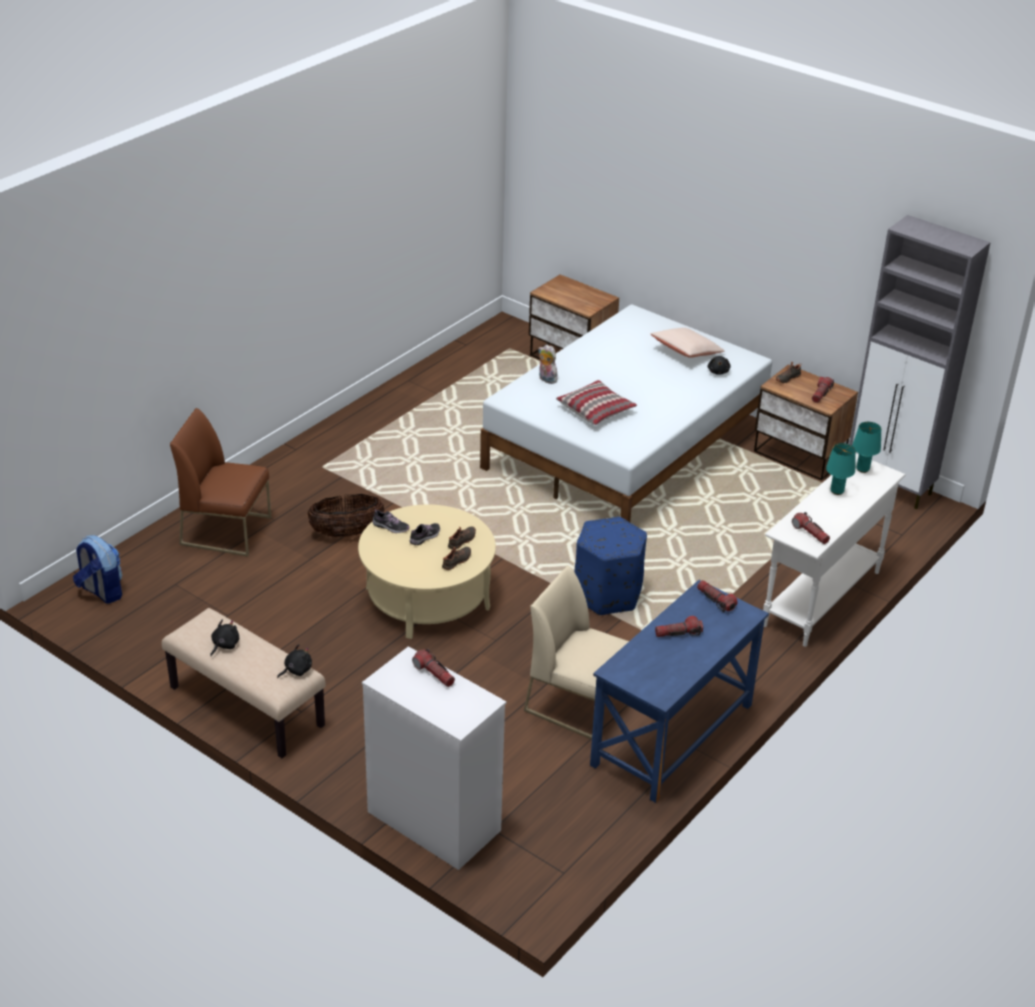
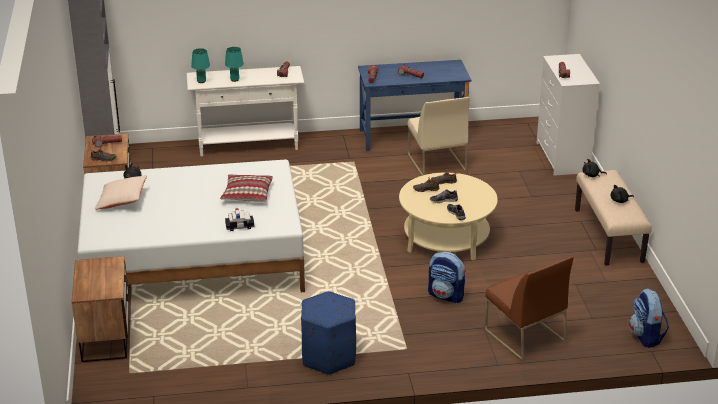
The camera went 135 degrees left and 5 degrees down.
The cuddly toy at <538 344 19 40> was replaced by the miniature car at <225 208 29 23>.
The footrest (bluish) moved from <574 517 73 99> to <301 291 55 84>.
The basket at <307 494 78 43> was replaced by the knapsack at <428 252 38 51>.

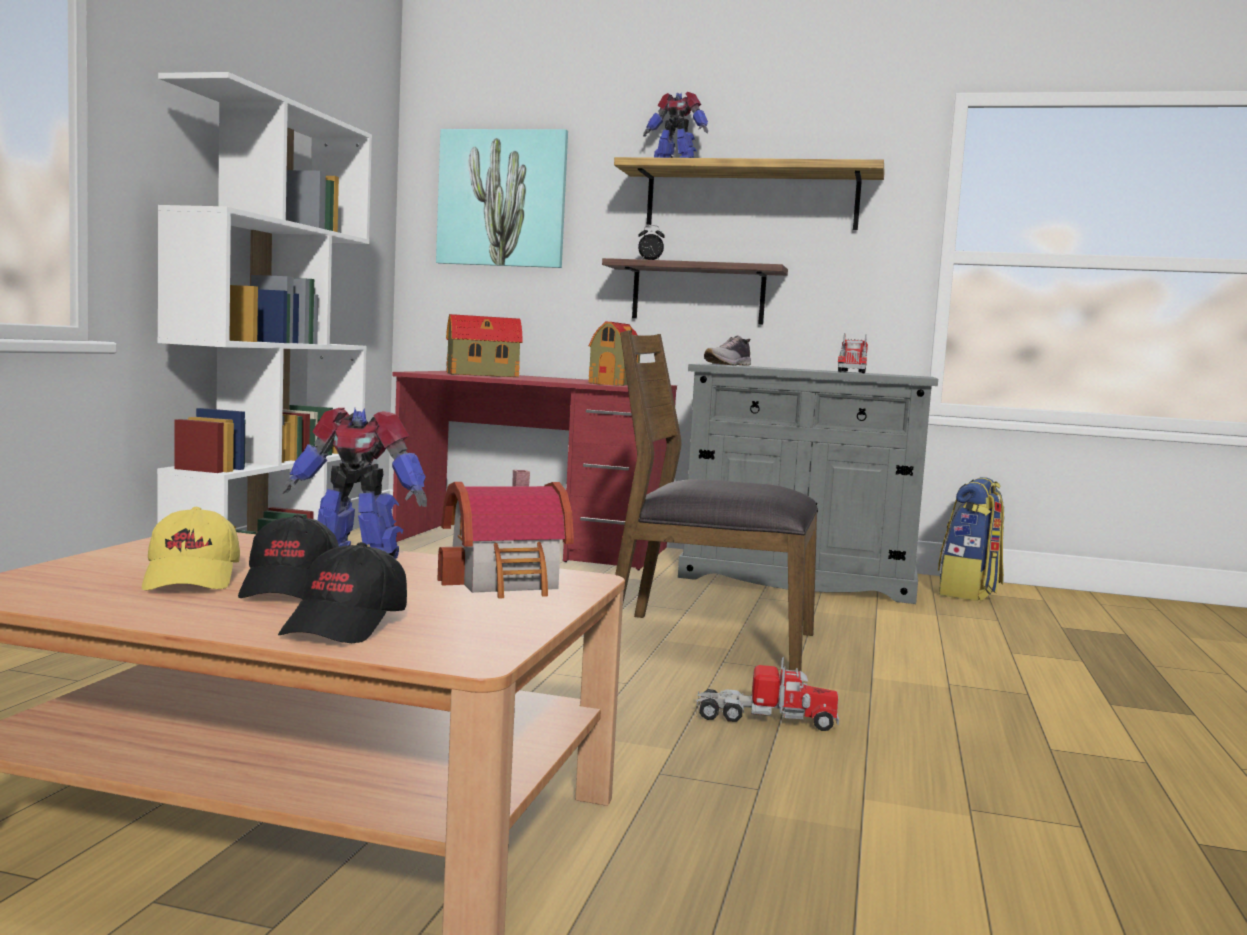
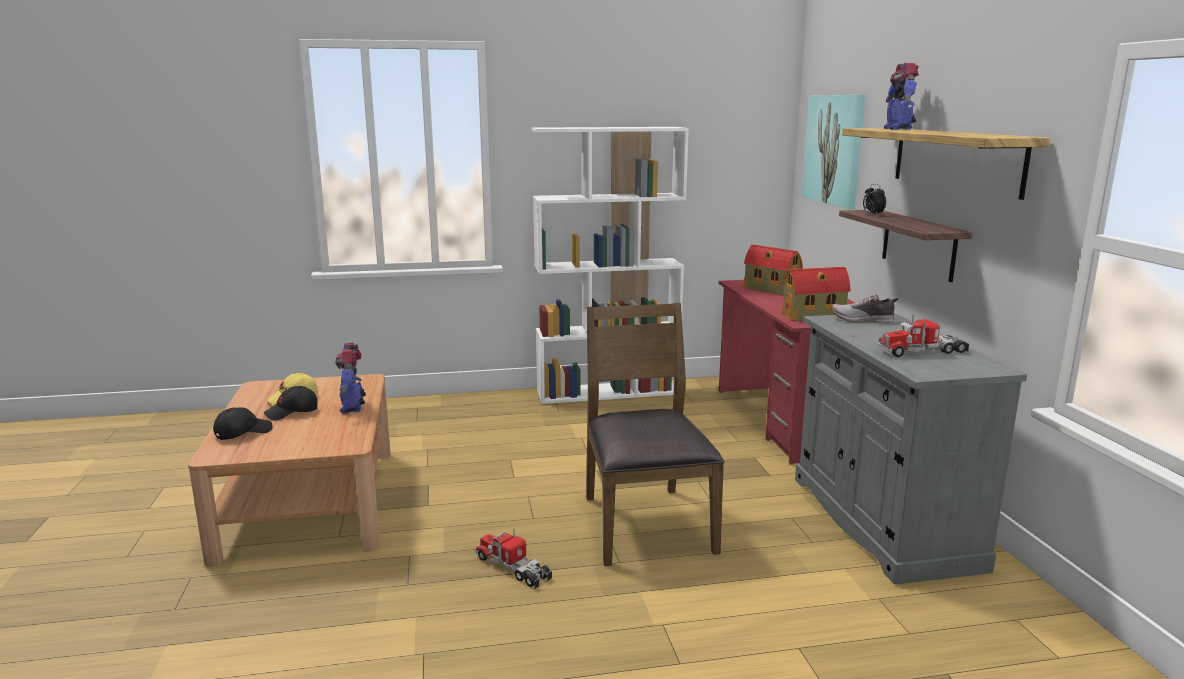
The camera went 65 degrees right and 10 degrees up.
The cap (black) at <278 542 129 101> turned 150 degrees clockwise.
The model truck at <696 657 143 74> turned 150 degrees clockwise.
The toy house at <437 470 137 129> disappeared.
The knapsack at <938 477 66 124> disappeared.

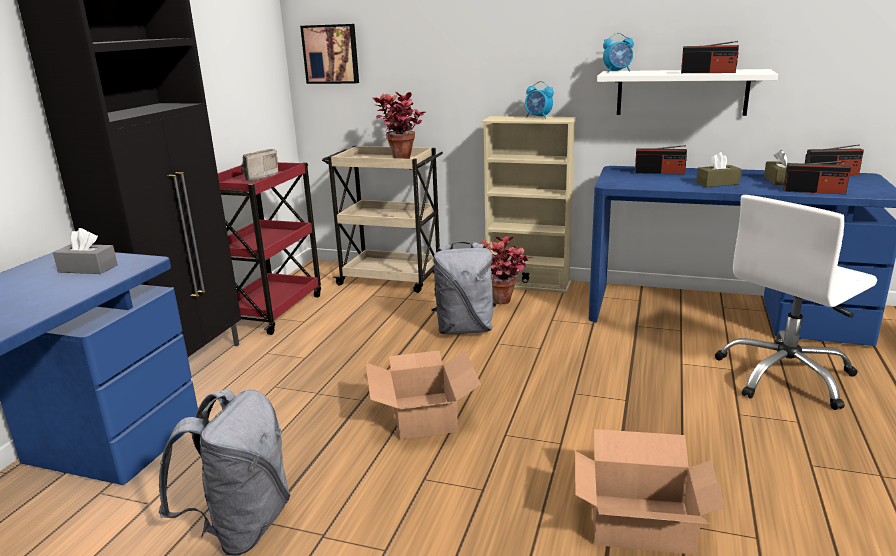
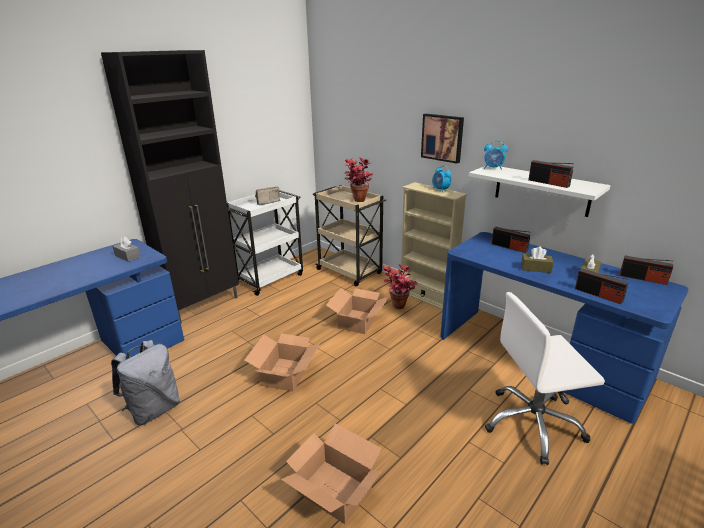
The camera went 25 degrees right and 5 degrees up.
The trolley (red-coloured) at <218 162 103 173> became the trolley (white) at <227 190 76 106>.
The knapsack (greyish) at <432 242 65 92> was replaced by the packing box at <326 288 63 46>.
The wall art moved from <300 24 59 60> to <421 114 43 50>.

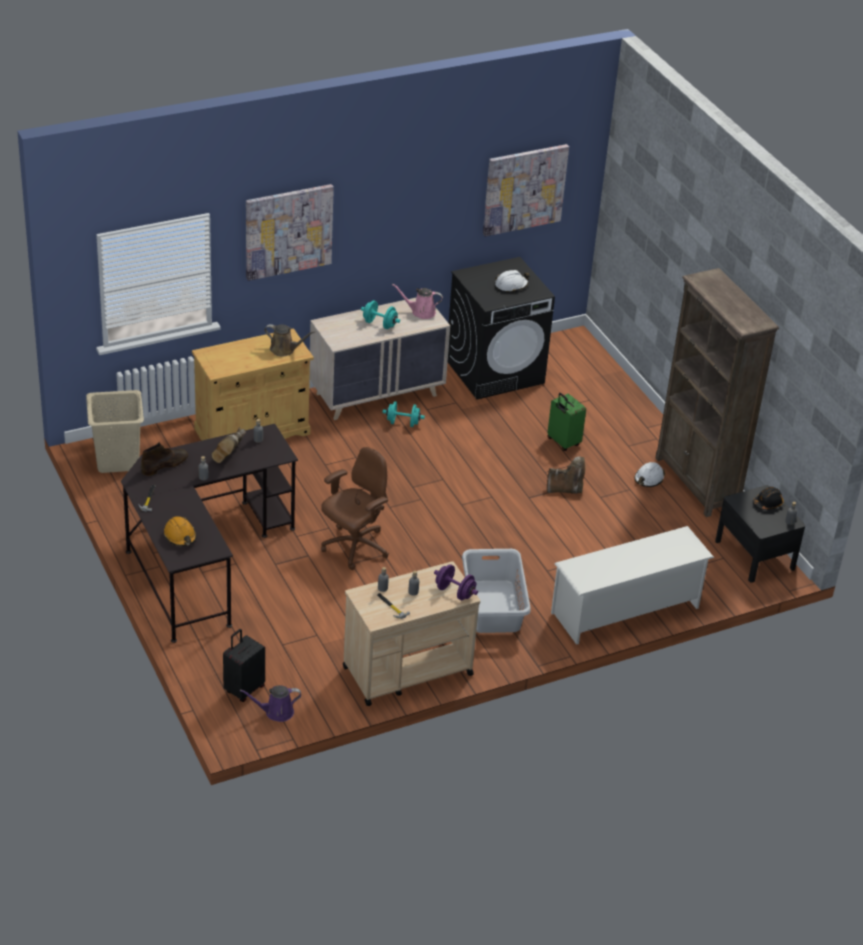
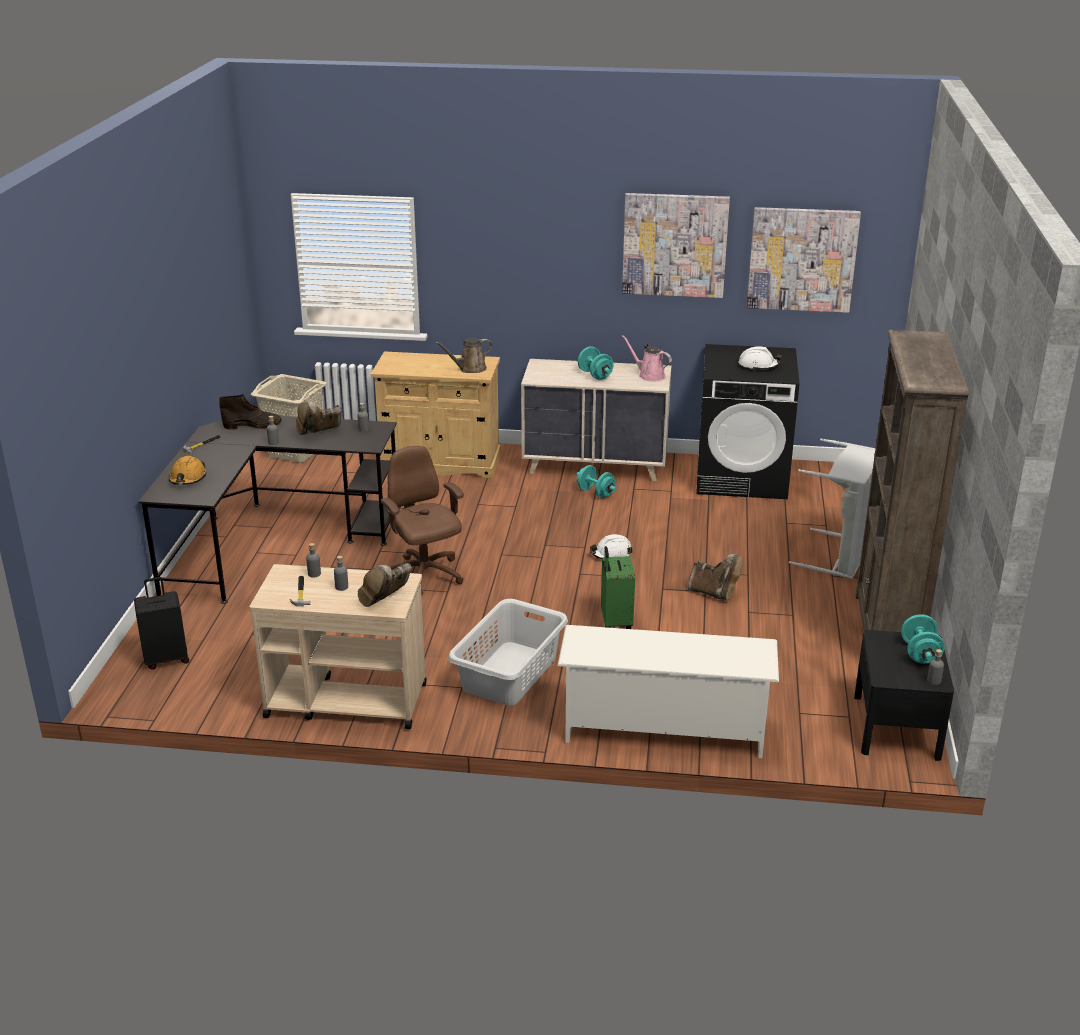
The camera went 35 degrees right and 10 degrees down.
The free weight (purplish) at <434 564 44 36> was replaced by the high-top boot (brownish) at <358 560 54 47>.
The desk chair (brownish) at <321 447 68 123> turned 105 degrees counterclockwise.
The watering can (brownish) at <264 324 51 33> turned 105 degrees clockwise.
The safety helmet (white) moved from <634 462 31 25> to <590 534 43 25>.
The suitcase (greenish) moved from <547 393 39 58> to <601 546 34 83>.
The wall art moved from <246 184 88 97> to <622 193 108 105>.
The washing basket (greyish) at <789 438 86 141> appeared.
The safety helmet (black) at <753 487 31 23> was replaced by the free weight (turquoise) at <901 614 44 50>.
The watering can (purplish) at <240 685 61 37> disappeared.

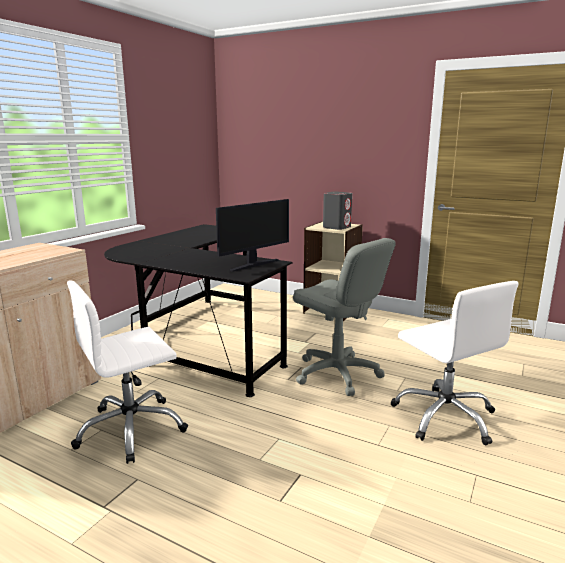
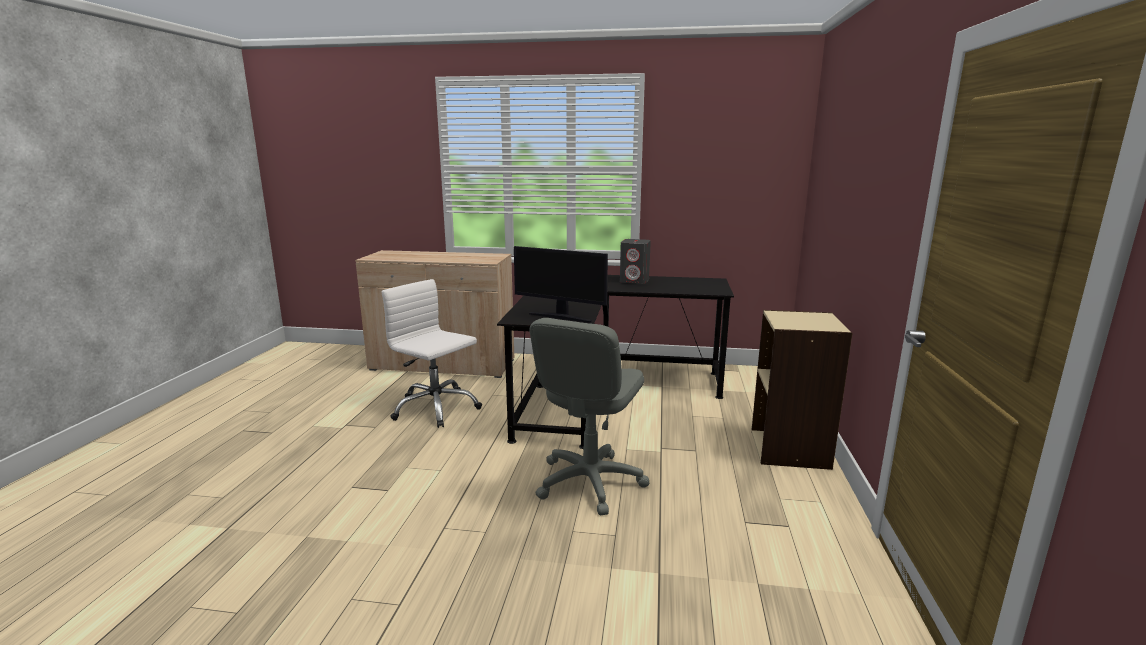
The camera went 70 degrees right and 0 degrees up.
The loudspeaker (greyish) moved from <323 192 29 38> to <620 239 31 45>.
The desk chair (white) at <390 281 128 165> disappeared.

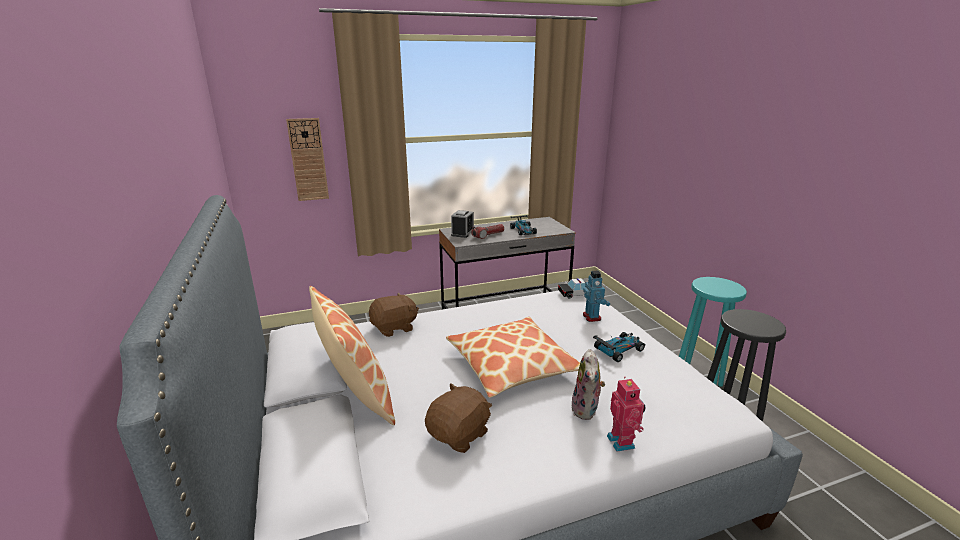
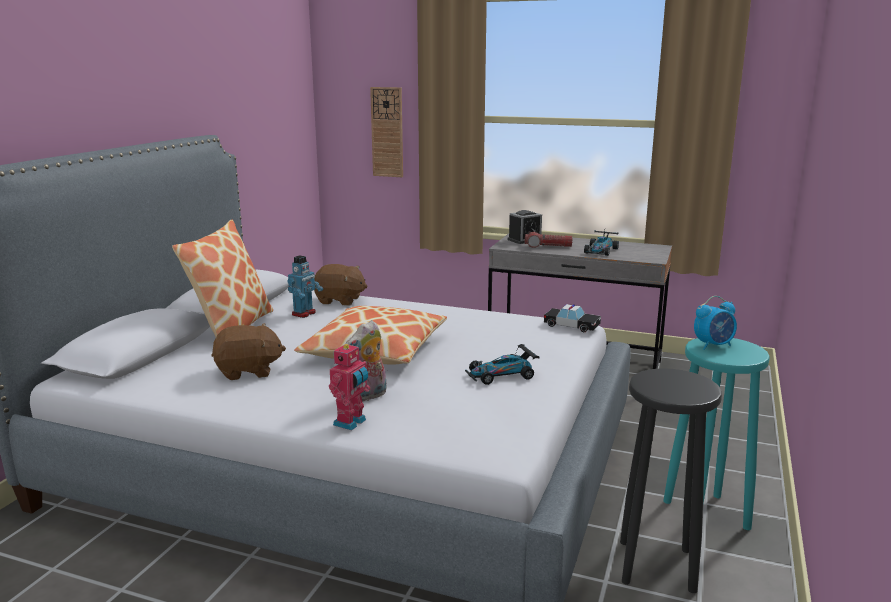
The camera went 40 degrees right and 5 degrees down.
The robot figure moved from <583 271 27 51> to <288 255 35 63>.
The miniature car at <593 332 53 30> turned 150 degrees clockwise.
The table clock at <694 296 43 54> appeared.

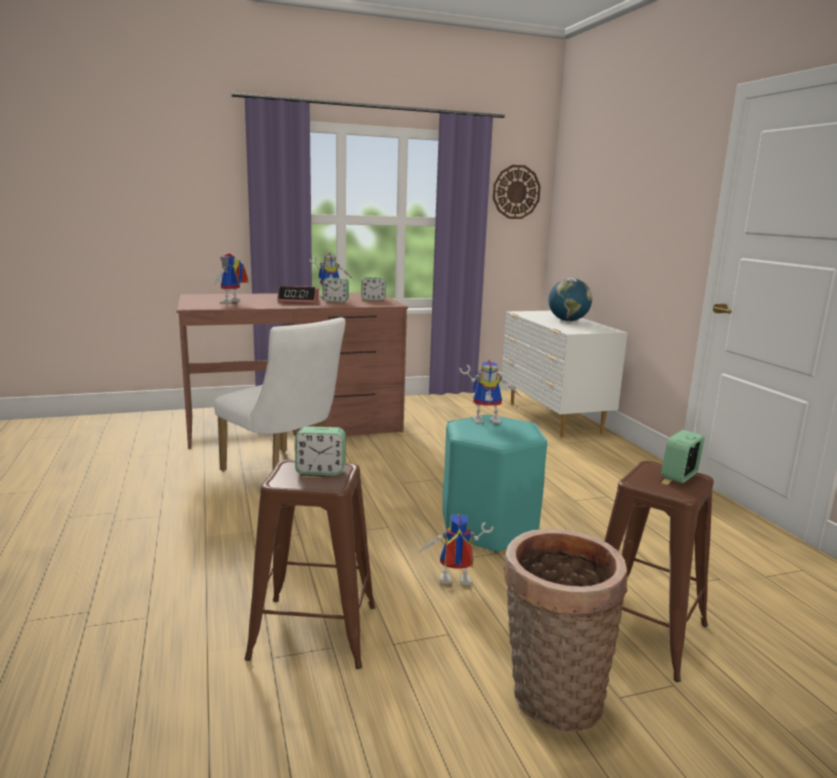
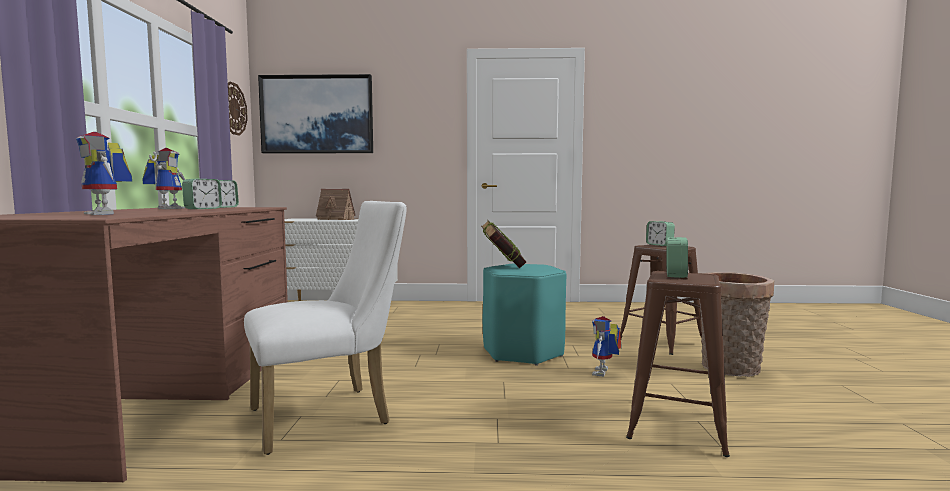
The camera went 70 degrees left and 10 degrees down.
The wall art at <258 74 115 80> appeared.
The desk globe at <548 278 44 43> was replaced by the toy house at <316 189 43 31>.
The robot figure at <460 359 62 65> was replaced by the bound book at <481 220 45 48>.
The table clock at <277 286 42 17> disappeared.

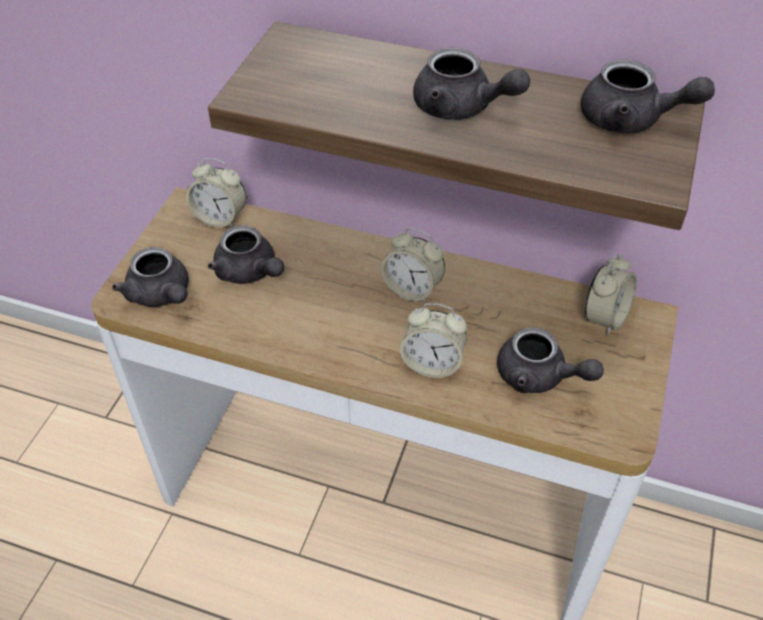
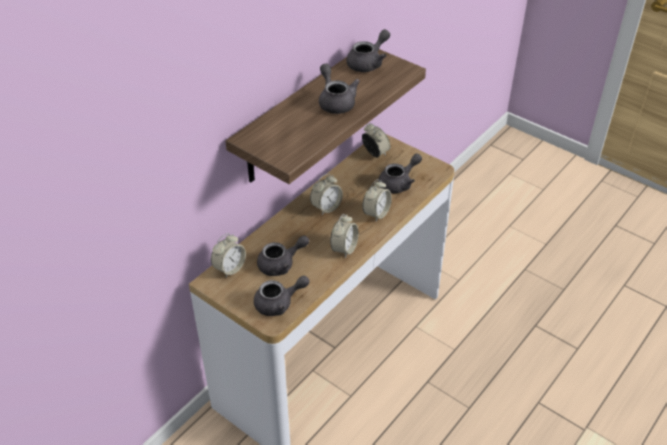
The camera went 70 degrees left and 5 degrees down.
The pot for tea (greyish) at <413 48 117 72> turned 75 degrees counterclockwise.
The table clock at <330 214 29 44> appeared.

